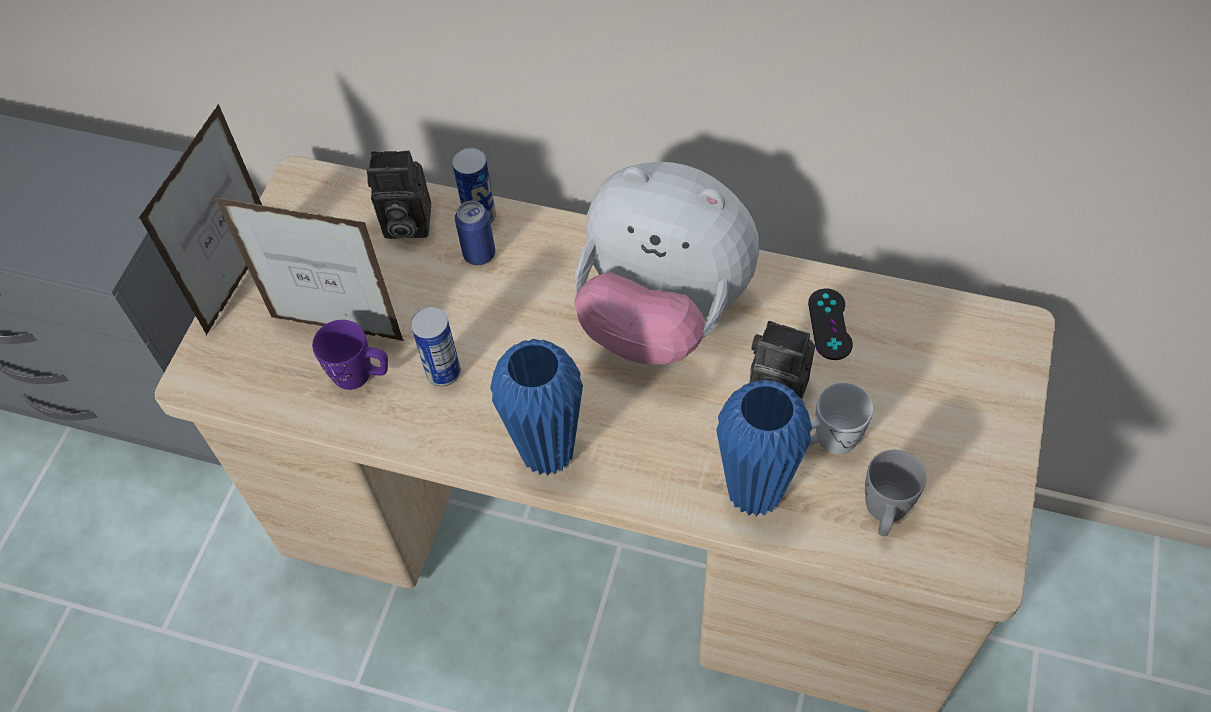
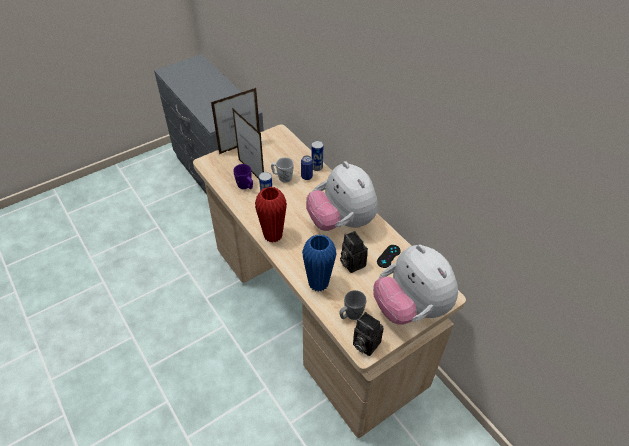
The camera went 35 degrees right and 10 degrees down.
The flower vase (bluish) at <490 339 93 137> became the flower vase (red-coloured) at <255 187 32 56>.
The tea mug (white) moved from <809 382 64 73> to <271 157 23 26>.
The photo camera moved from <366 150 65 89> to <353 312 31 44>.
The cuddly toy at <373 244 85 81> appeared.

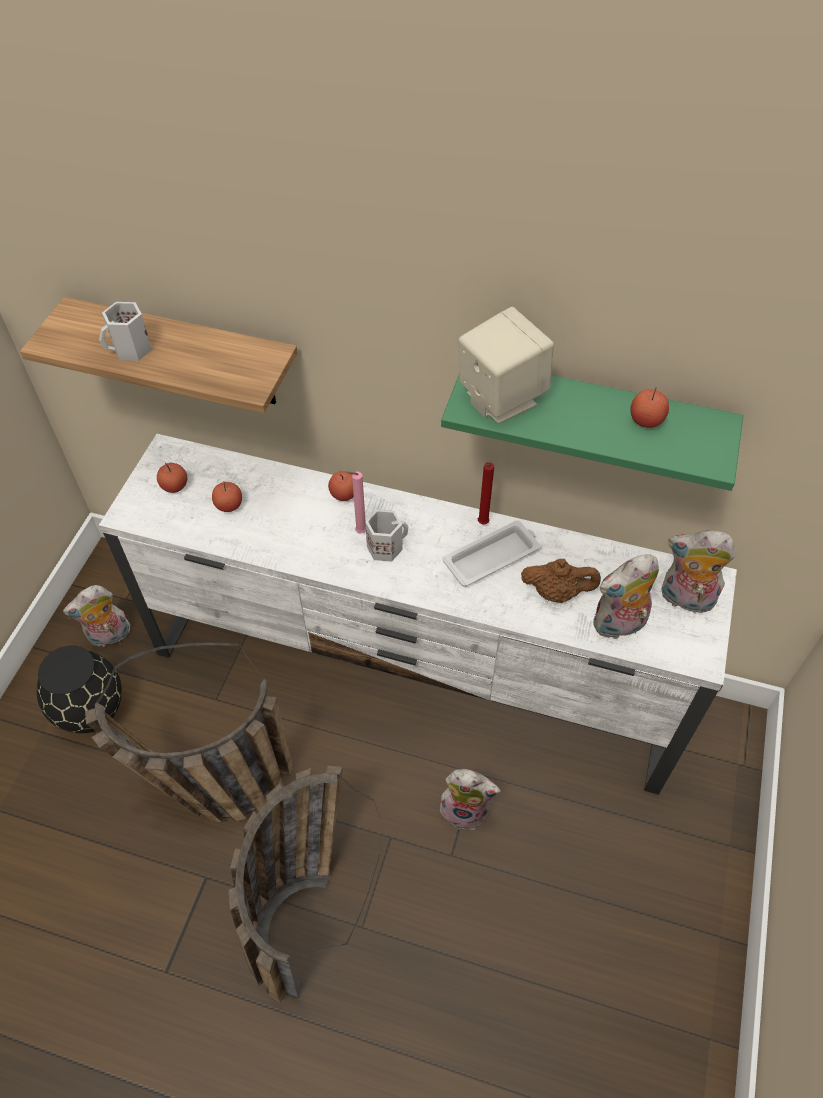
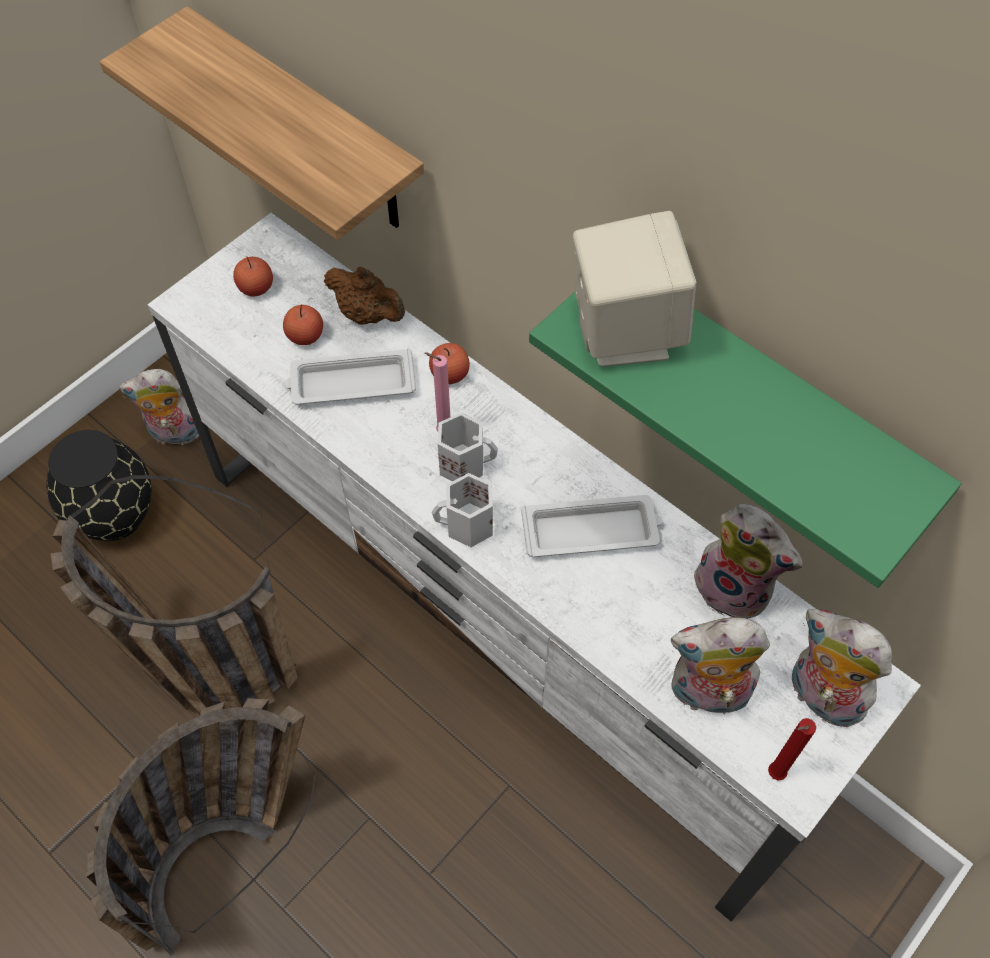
The camera went 25 degrees right and 5 degrees up.
The serving tray (white) at <285 348 131 57> appeared.
The pot for tea (brownish) moved from <521 559 80 44> to <324 267 81 58>.
The tea mug (white) moved from <99 302 53 59> to <432 473 61 74>.
The cuddly toy moved from <437 769 64 61> to <694 504 109 115>.
The wax light (red-coloured) moved from <478 462 16 62> to <768 718 48 63>.
The whole apple at <630 387 39 41> disappeared.

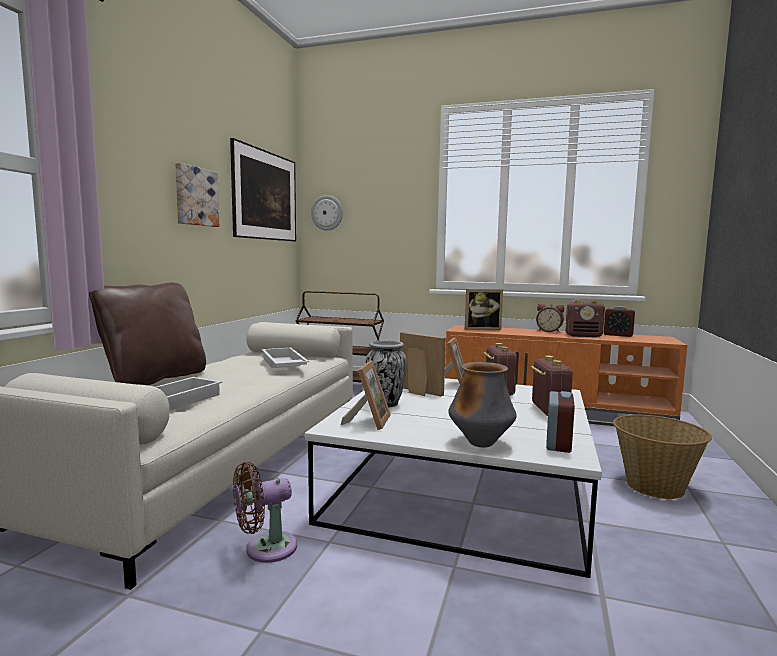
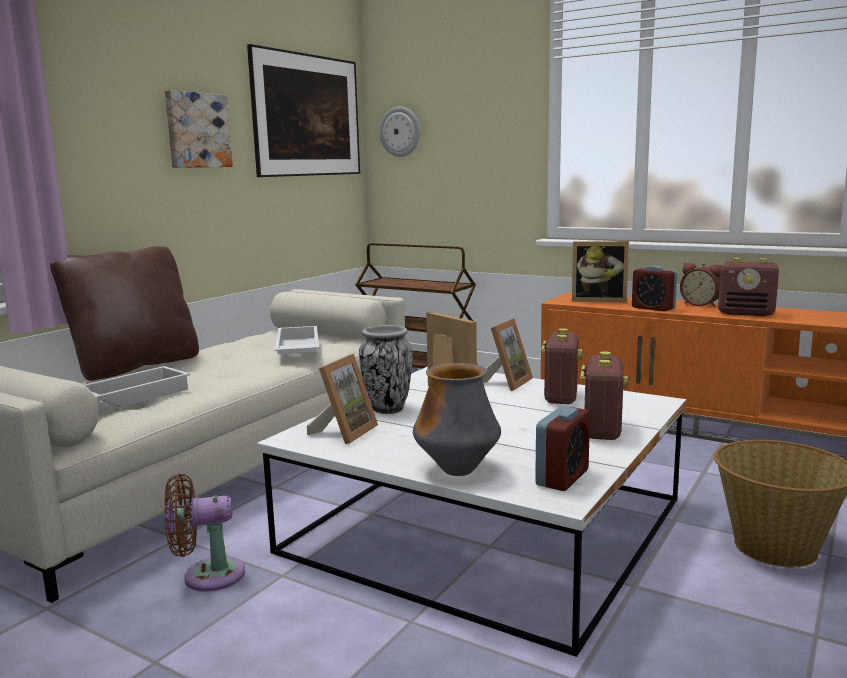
The camera went 15 degrees right and 5 degrees up.
The table clock moved from <604 306 31 31> to <632 265 45 47>.

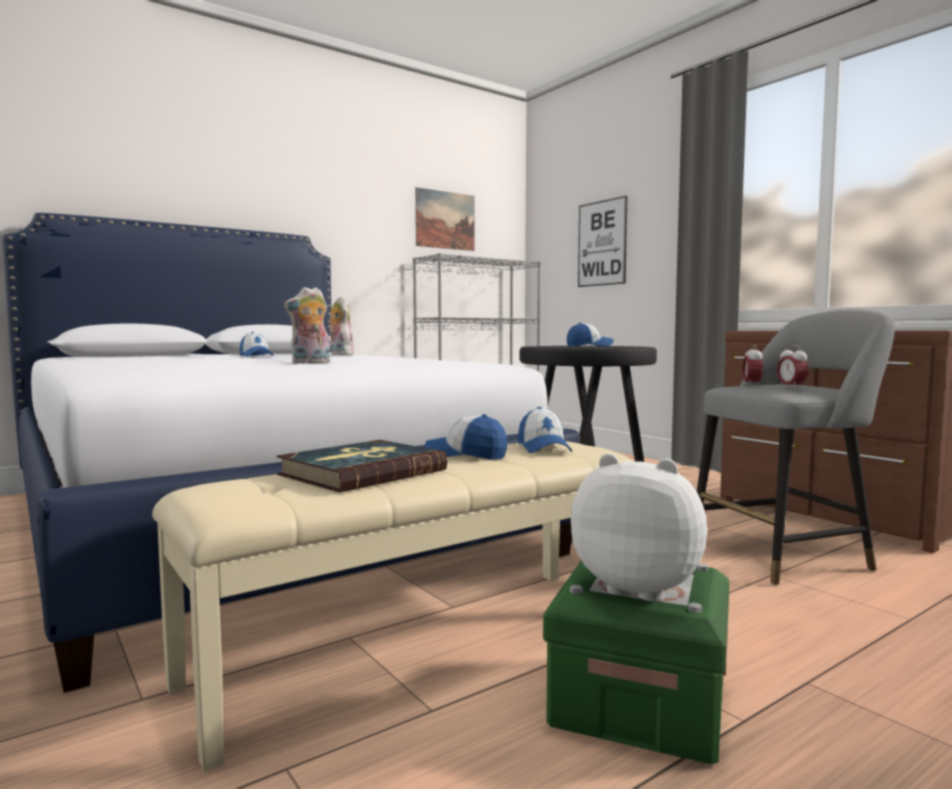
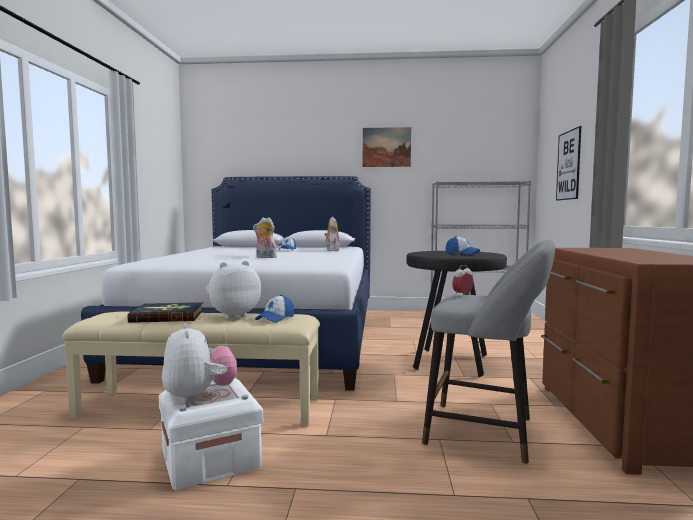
The camera went 40 degrees right and 0 degrees up.
The storage box (greenish) at <543 561 187 204> became the storage box (white) at <159 378 104 112>.
The cap at <425 414 82 46> was replaced by the cuddly toy at <205 261 56 58>.
The wall art moved from <415 187 59 64> to <363 127 48 40>.
The table clock at <777 345 32 44> disappeared.

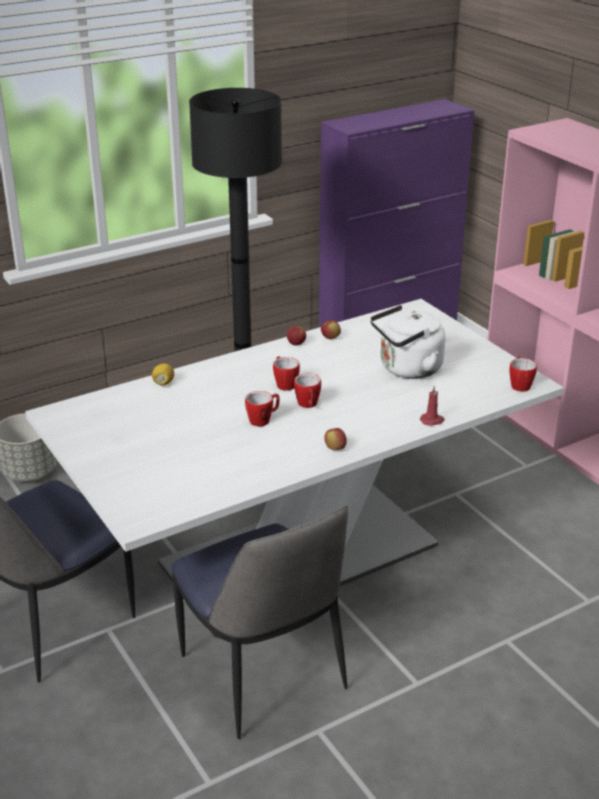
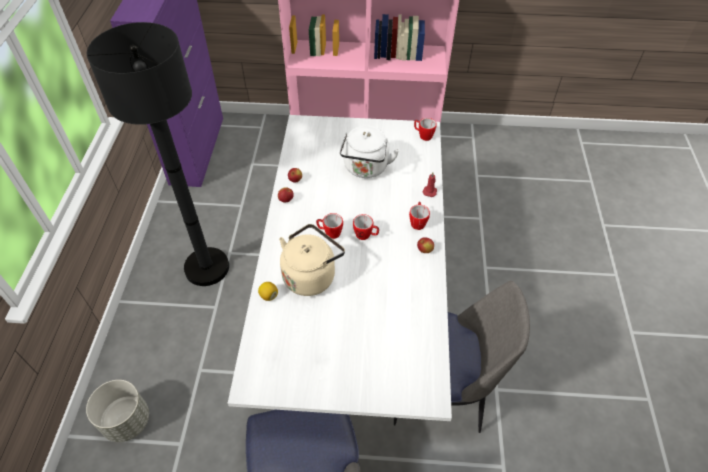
The camera went 55 degrees left and 20 degrees up.
The water kettle (beige) at <279 224 66 72> appeared.
The tea mug moved from <245 391 35 35> to <409 201 21 29>.

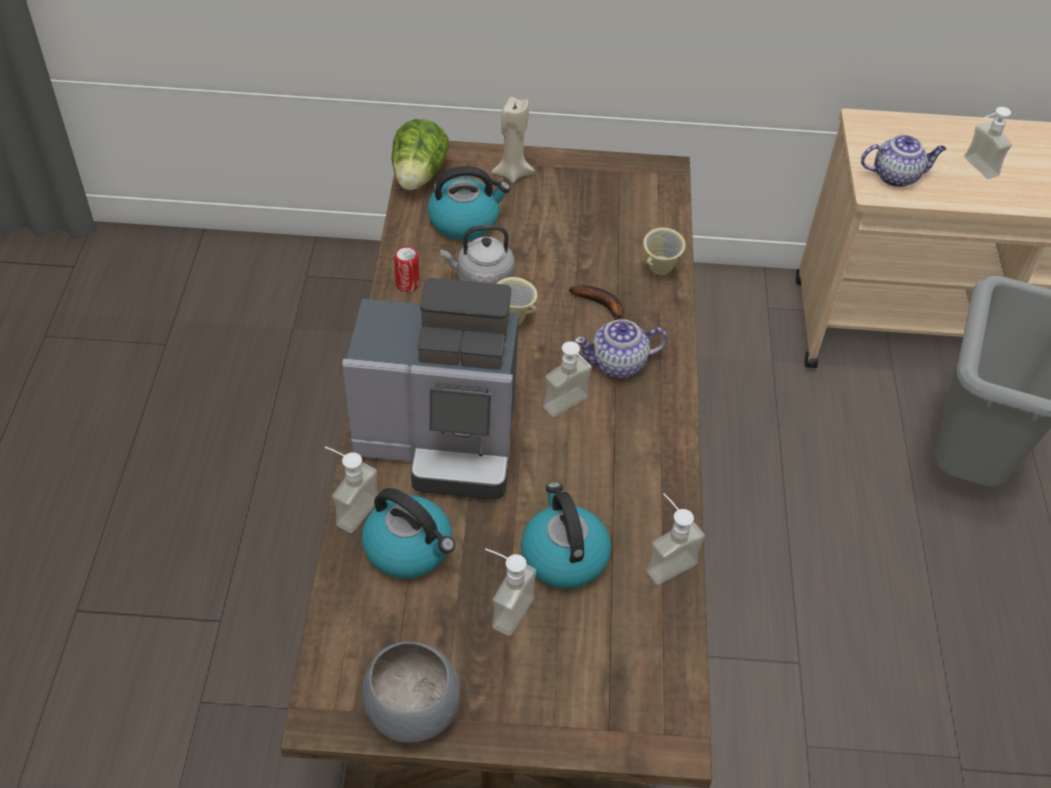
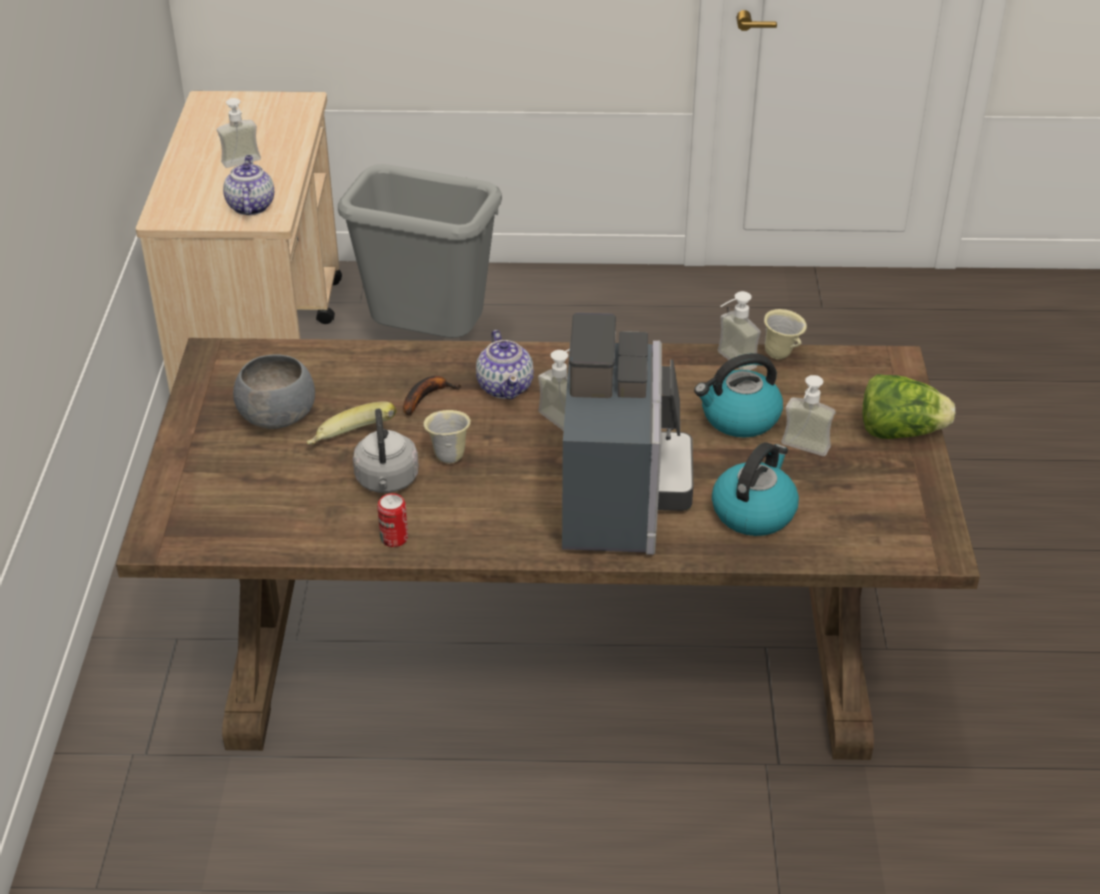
The camera went 90 degrees left and 10 degrees down.
The bowl (greyish) moved from <362 641 98 102> to <233 354 82 75>.
The banana fruit at <307 401 90 44> appeared.
The tea mug (beige) moved from <643 228 43 47> to <764 309 43 50>.
The lettuce moved from <392 119 58 71> to <863 375 93 64>.
The soap dispenser at <325 446 53 87> disappeared.
The water kettle at <428 166 82 74> disappeared.
The wax light (beige) at <491 97 44 86> disappeared.

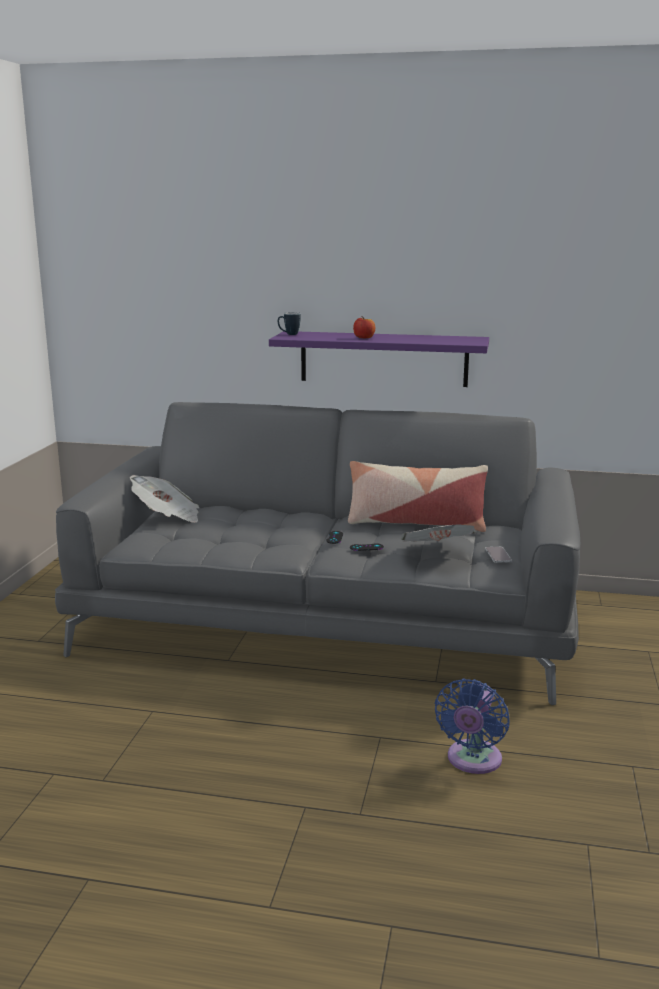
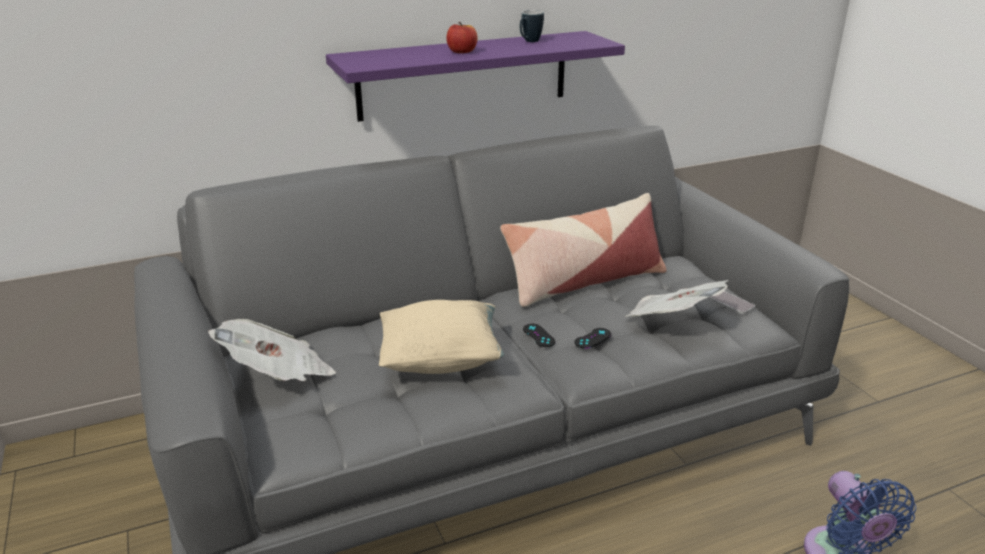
The camera went 35 degrees left and 10 degrees up.
The cushion (beige) at <379 300 125 74> appeared.
The tea mug moved from <278 312 23 23> to <520 10 24 32>.

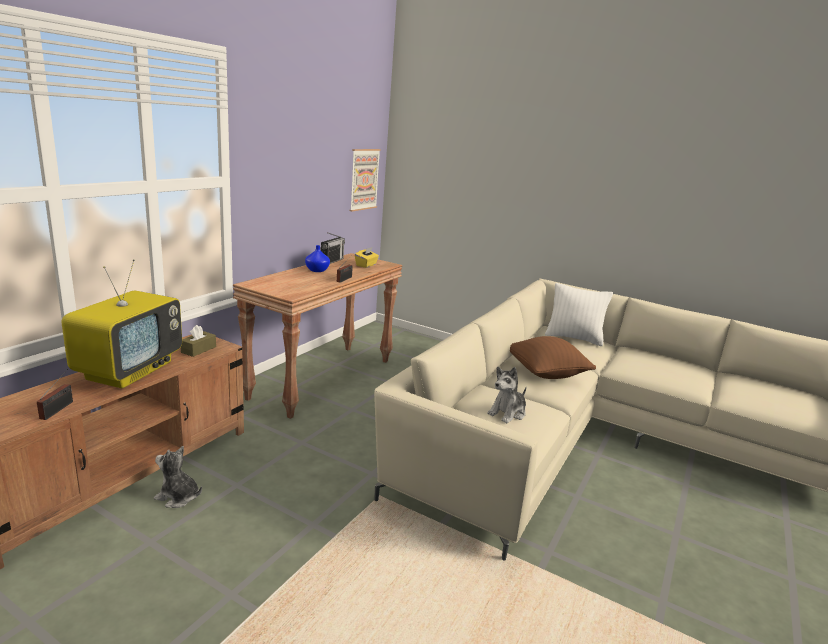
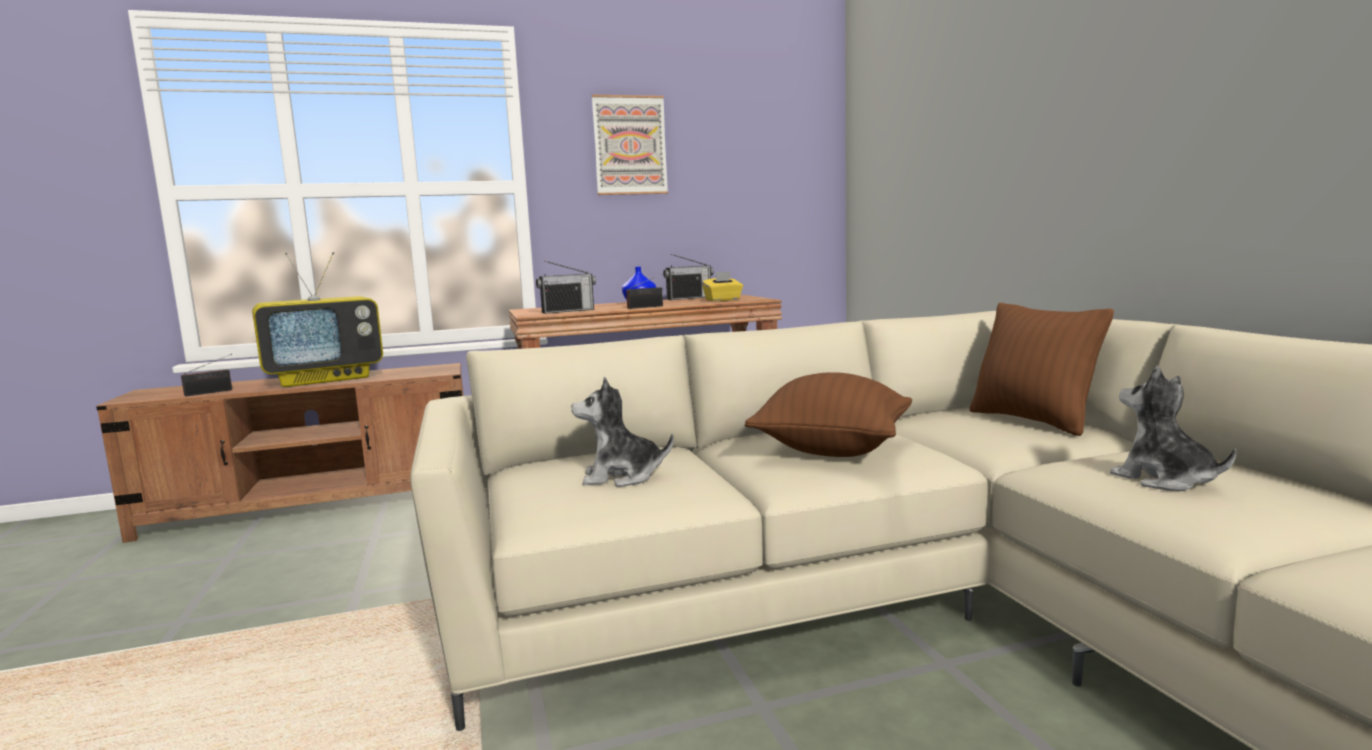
The camera went 45 degrees right and 10 degrees down.
The radio at <536 260 60 54> appeared.
The wall art moved from <350 149 31 63> to <592 95 76 100>.
The cushion (white) at <545 283 68 63> became the cushion (brownish) at <969 303 145 133>.
The cuddly toy moved from <154 446 48 62> to <1110 366 127 125>.
The tissue holder (brownish) at <181 325 35 32> disappeared.

